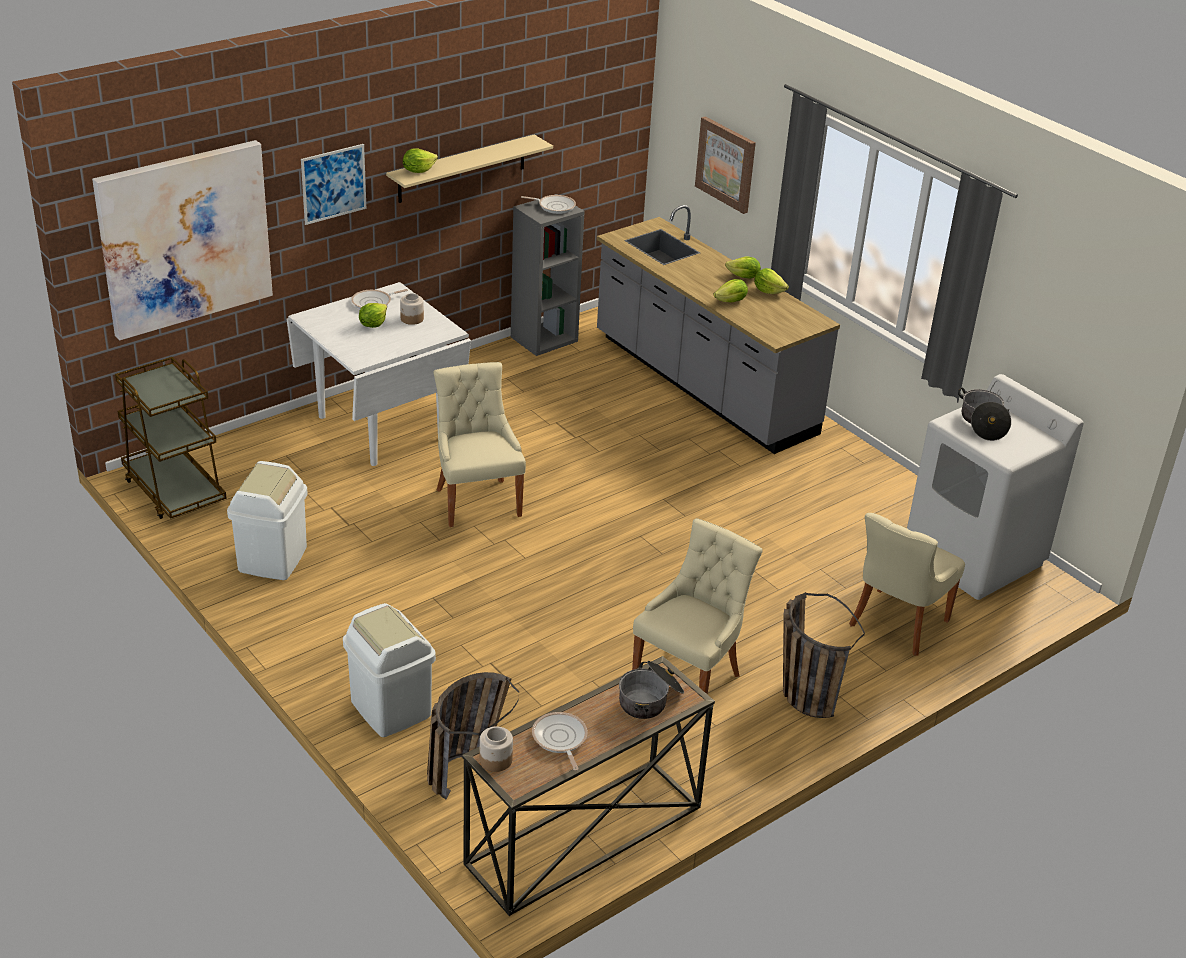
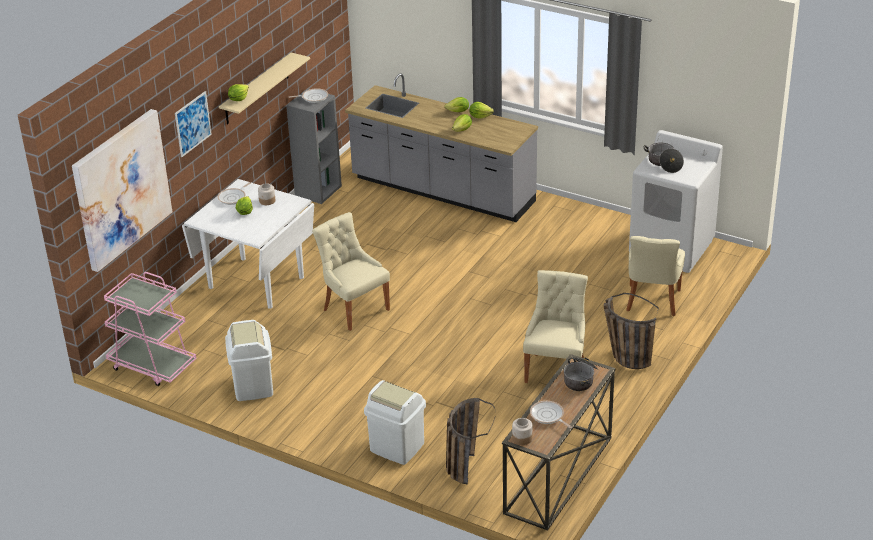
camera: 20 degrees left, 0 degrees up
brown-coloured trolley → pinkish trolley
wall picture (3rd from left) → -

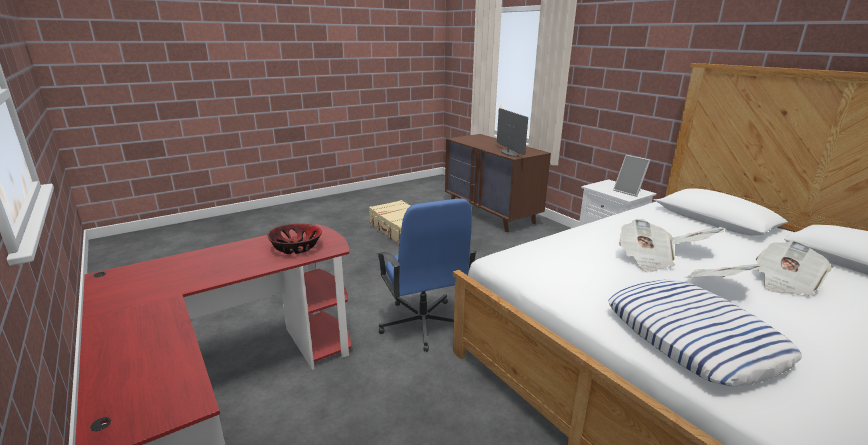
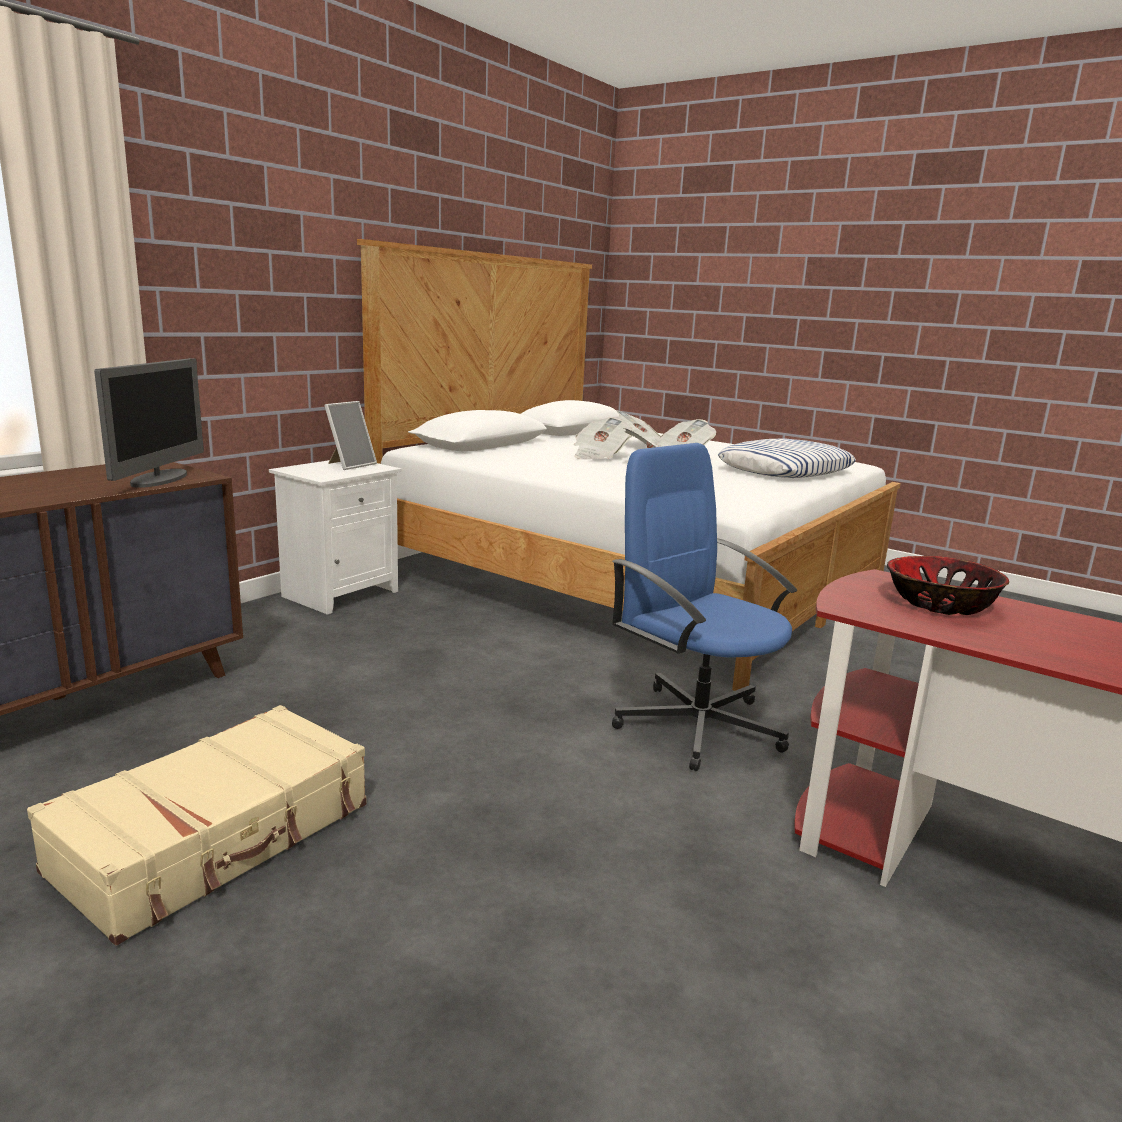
camera: 110 degrees left, 5 degrees down
bluish office chair, 90 degrees counterclockwise
computer screen, 135 degrees clockwise

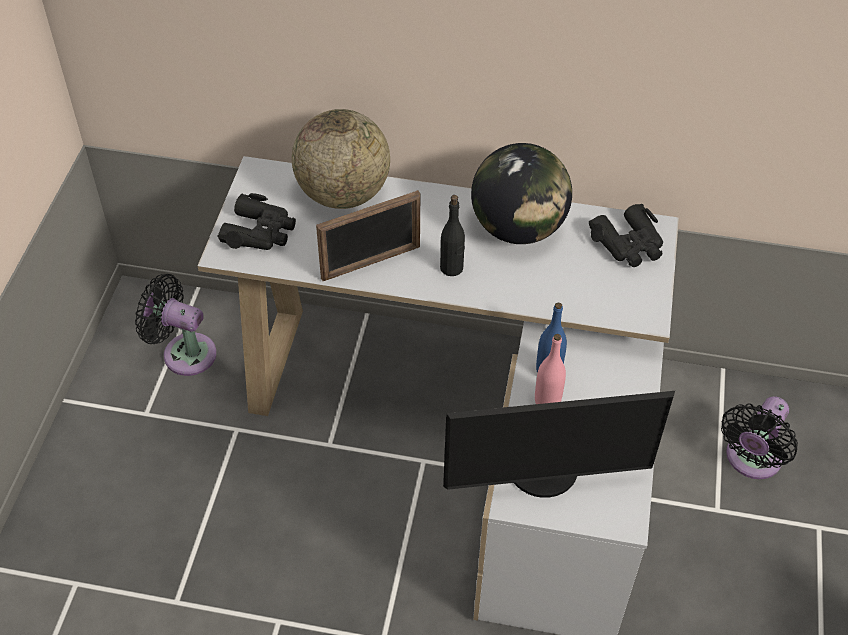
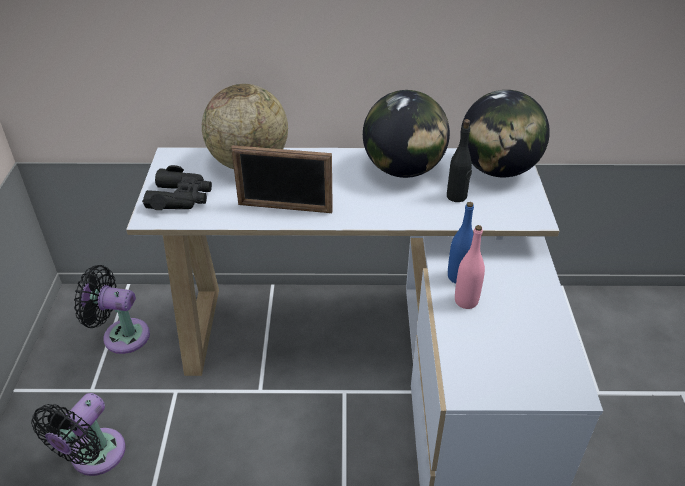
camera: 10 degrees left, 10 degrees down
photo frame, 45 degrees clockwise
black bottle, move
computer screen → -
black binoculars (2nd from left) → globe (3rd from left)
black cooling fan (2nd from left in the first image) → black cooling fan (1st from left), move

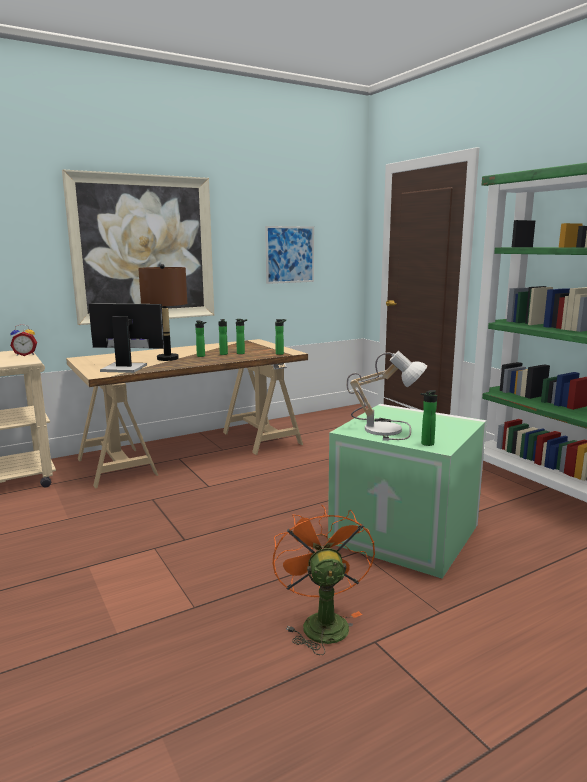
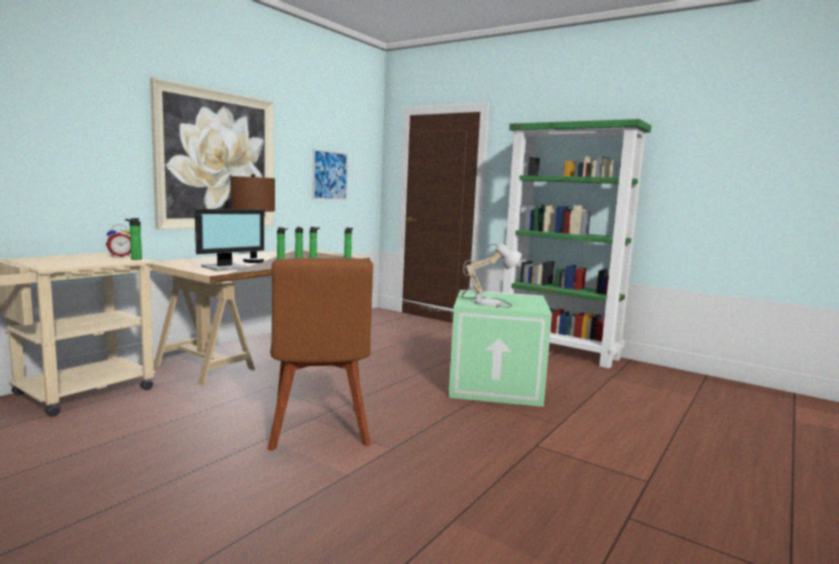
camera: 25 degrees left, 5 degrees down
computer screen, 150 degrees clockwise
orange-coloured cooling fan → -
bottle (5th from left in the first image) → bottle (1st from left), move
- → brown-coloured plain chair

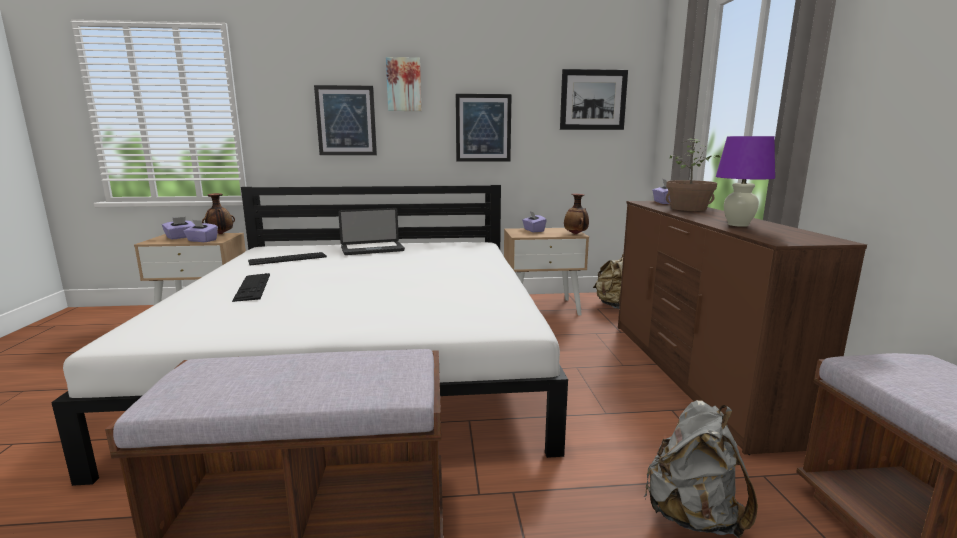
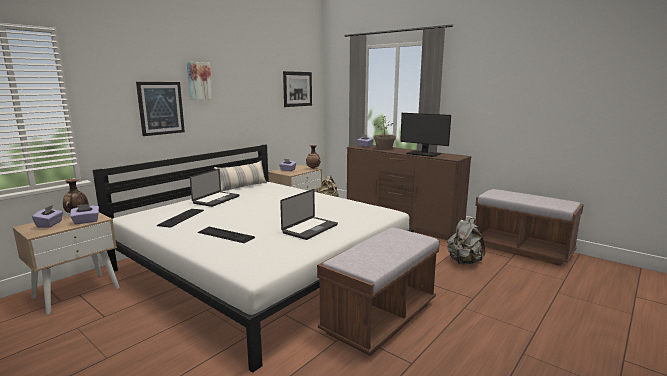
camera: 45 degrees left, 0 degrees up
wall picture (3rd from left) → -
purple table lamp → computer screen
- → throw pillow
- → notebook computer (2nd from left)

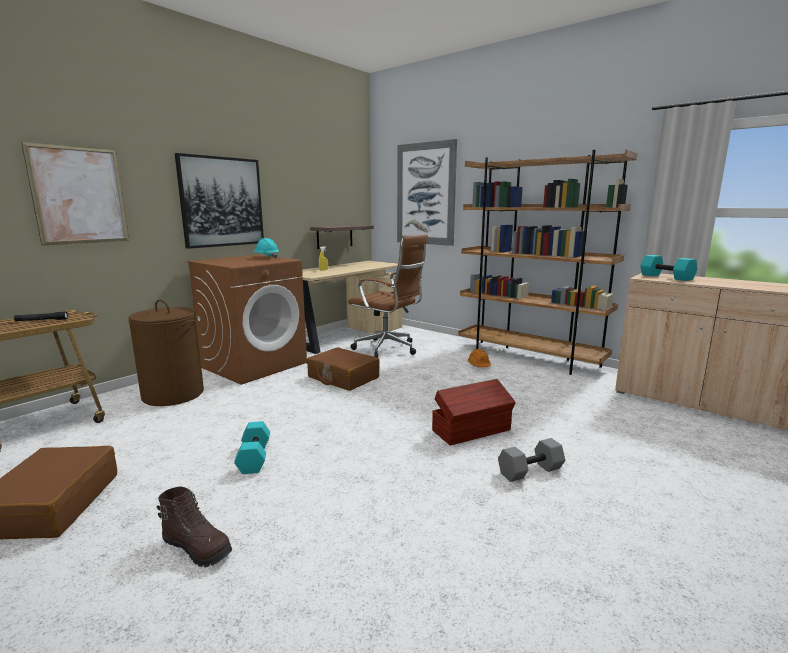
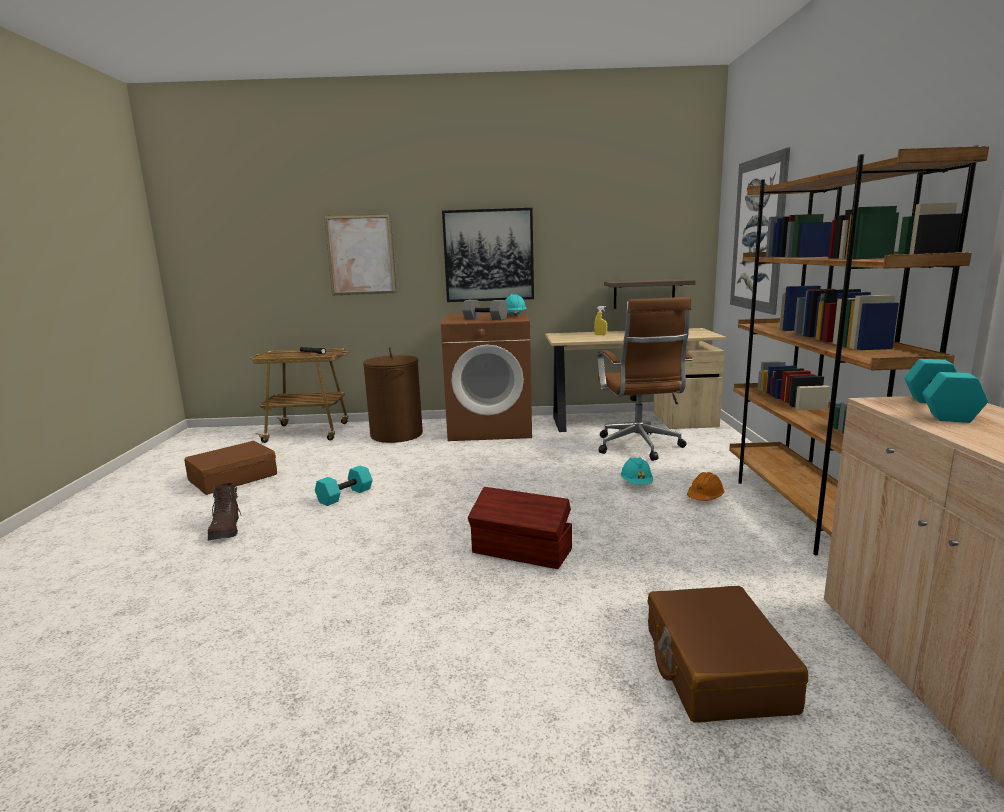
camera: 50 degrees right, 0 degrees up
brown-coloured suitcase (2nd from left), move
gray hand weight, move
- → blue-green work helmet (2nd from left)

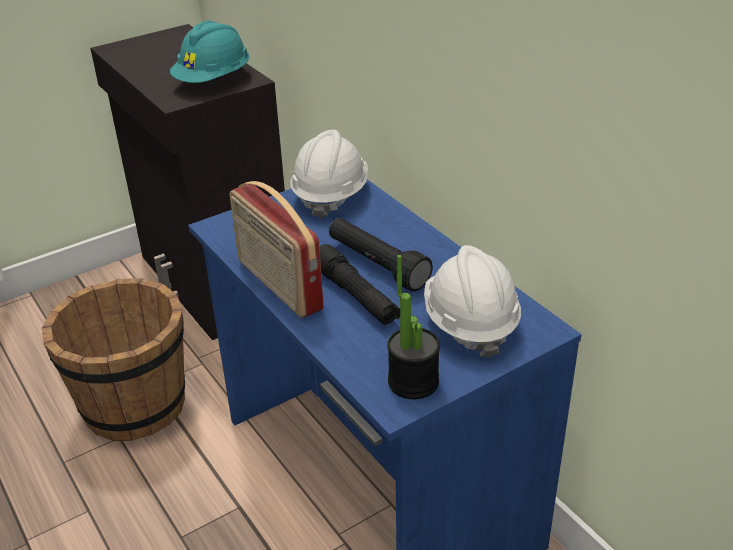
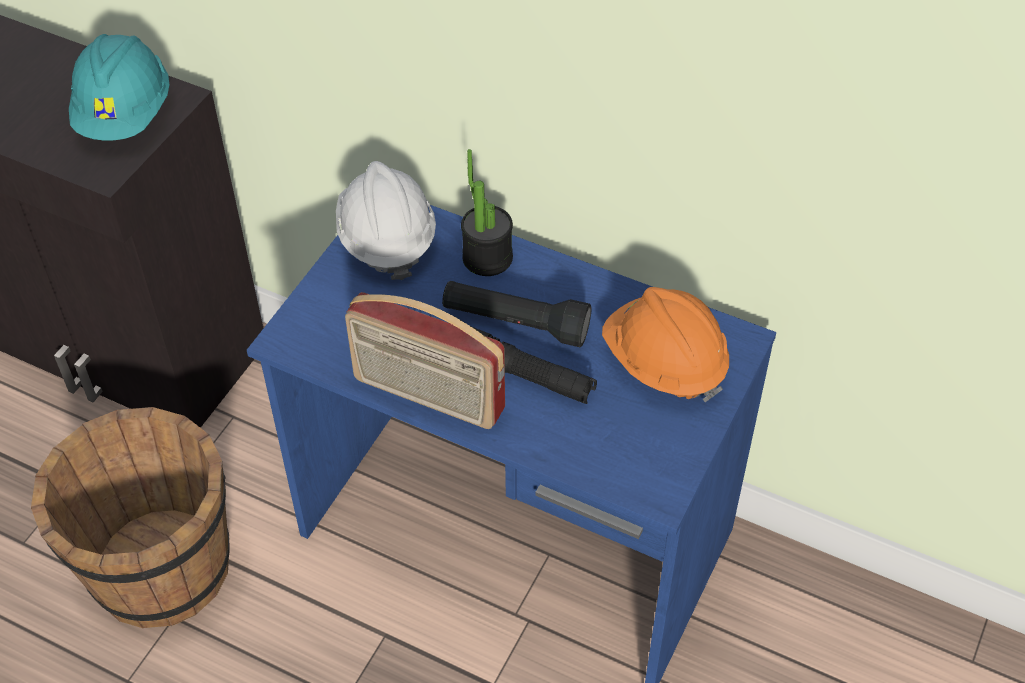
camera: 30 degrees left, 15 degrees up
plant in a pot, move
whitish work helmet (2nd from left) → orange-coloured work helmet

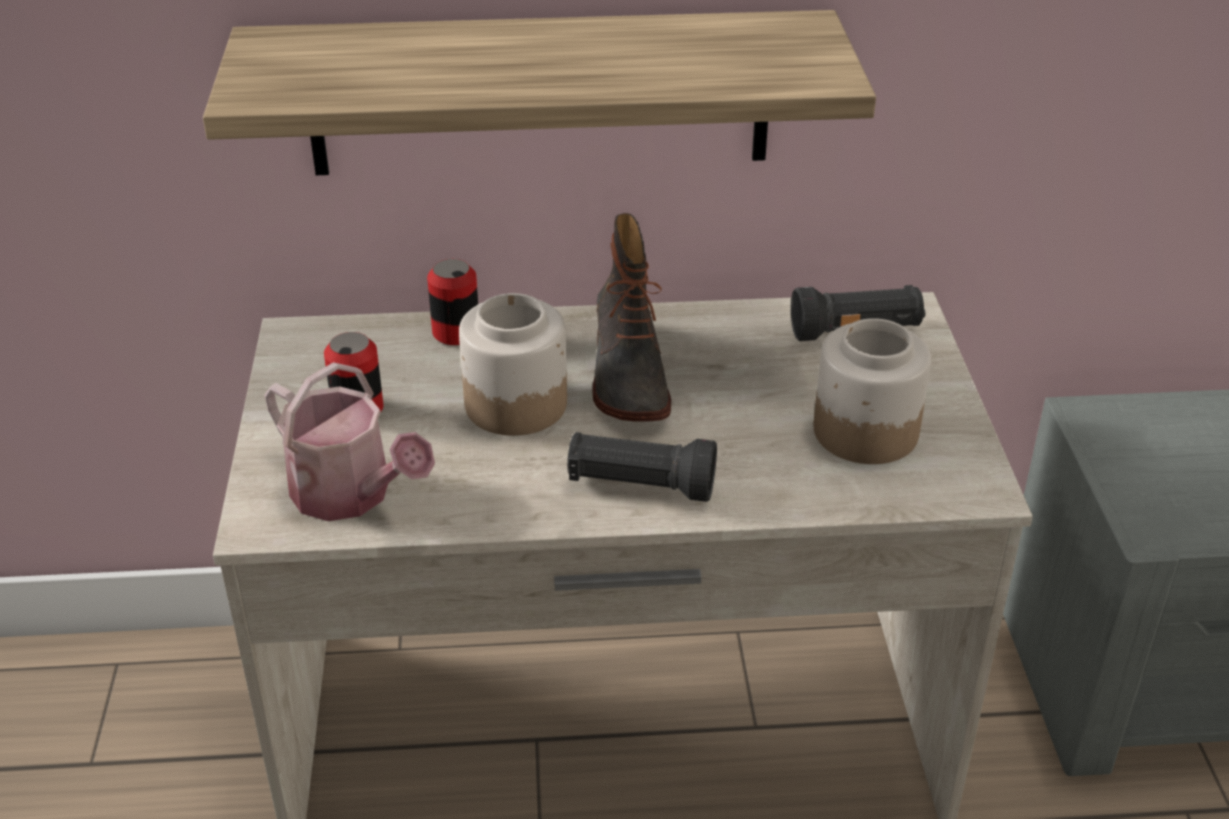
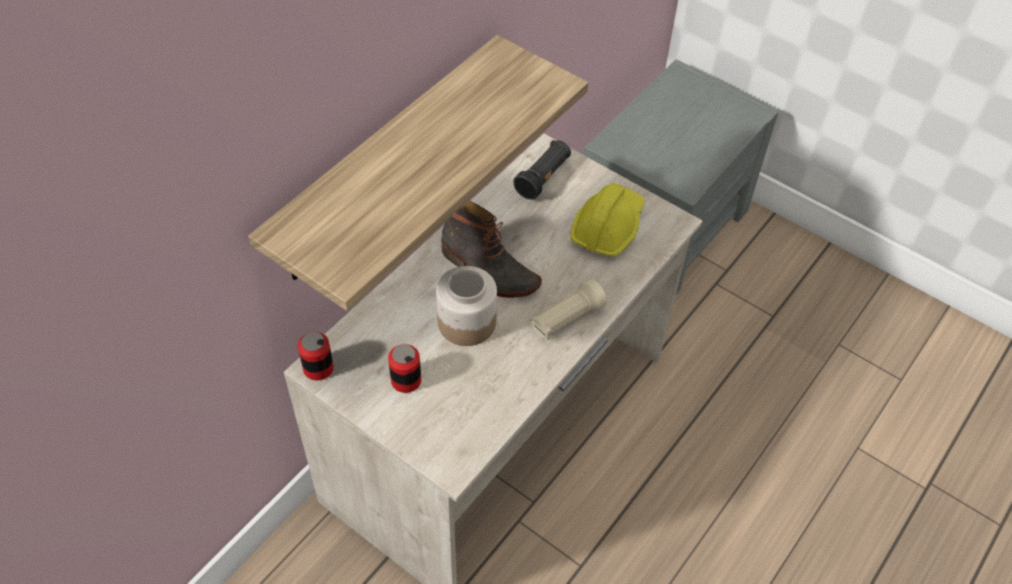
camera: 50 degrees left, 15 degrees up
watering pot → -
can (2nd from left in the first image) → can (1st from left), move
black hand torch (1st from left) → beige-coloured hand torch
storage jar (2nd from left) → yellow-coloured work helmet

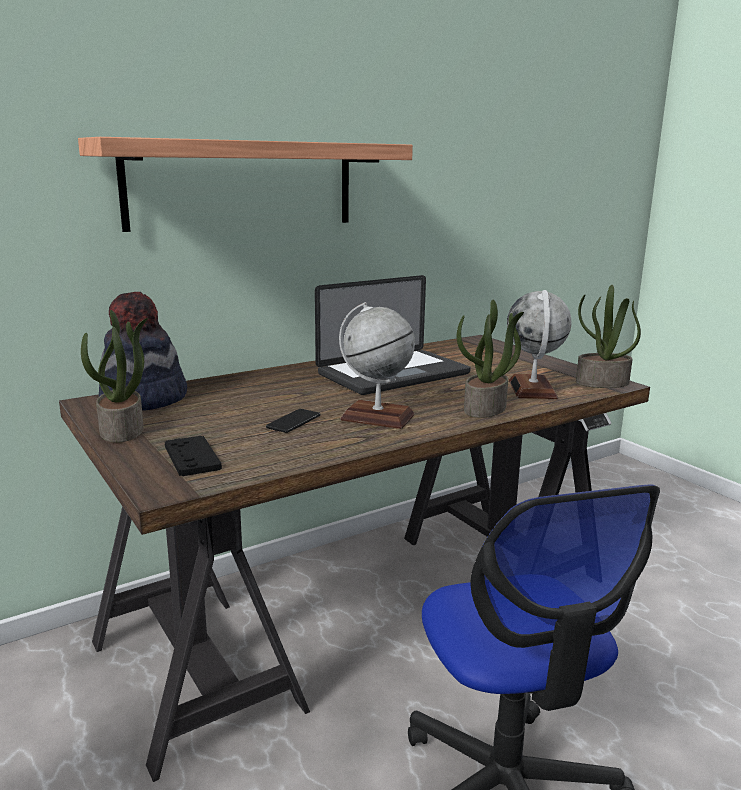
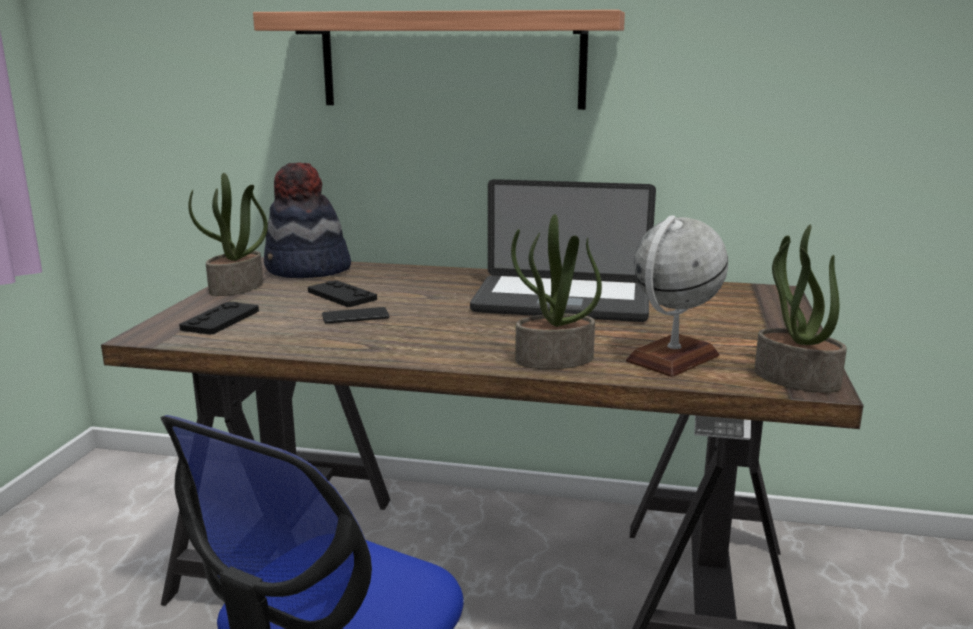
camera: 45 degrees right, 0 degrees up
globe (1st from left) → -
- → black joypad (2nd from left)

